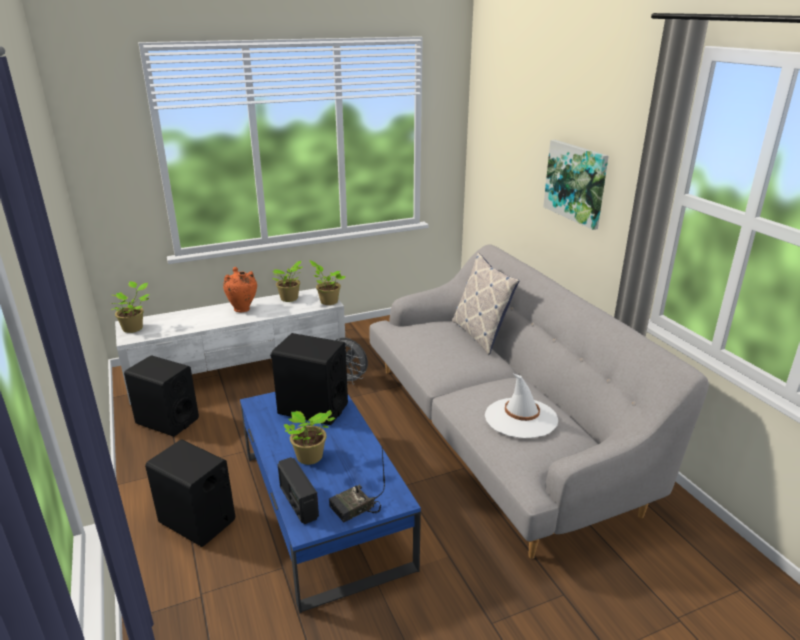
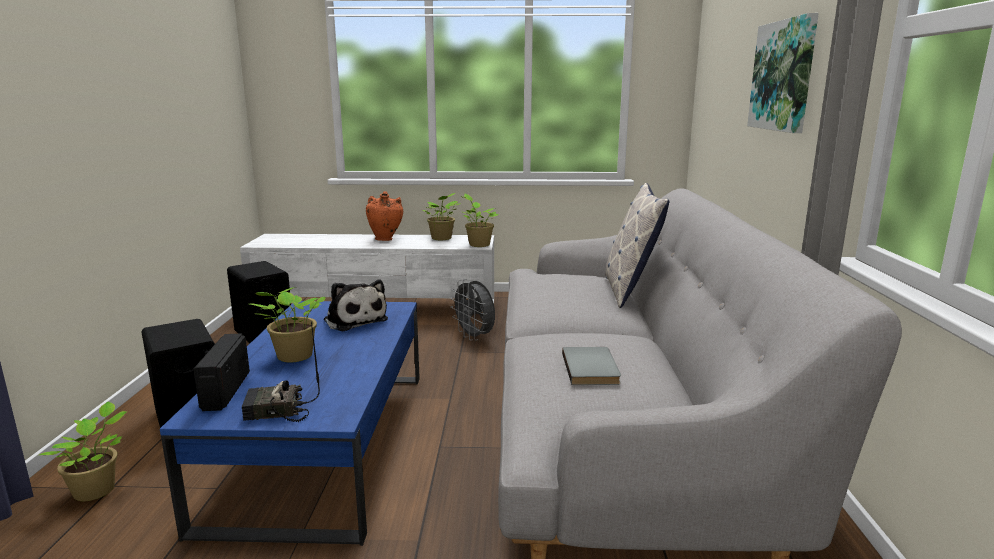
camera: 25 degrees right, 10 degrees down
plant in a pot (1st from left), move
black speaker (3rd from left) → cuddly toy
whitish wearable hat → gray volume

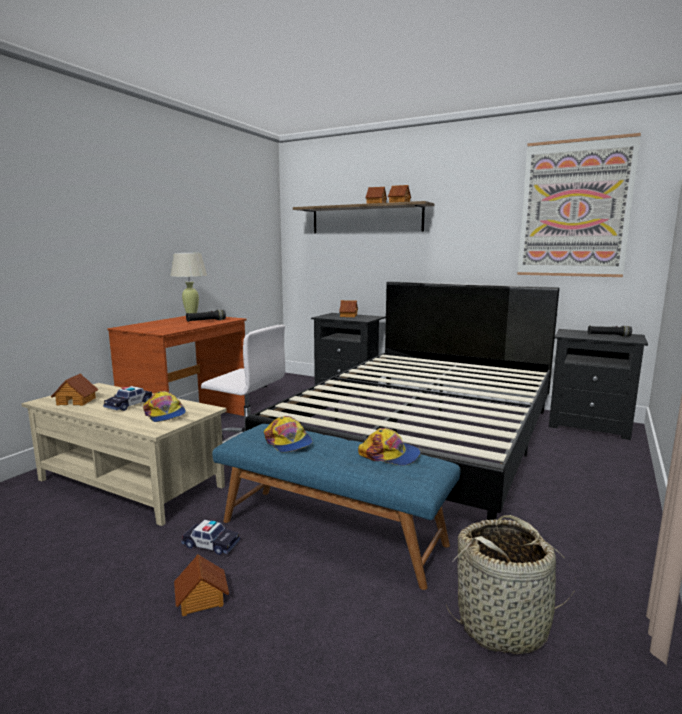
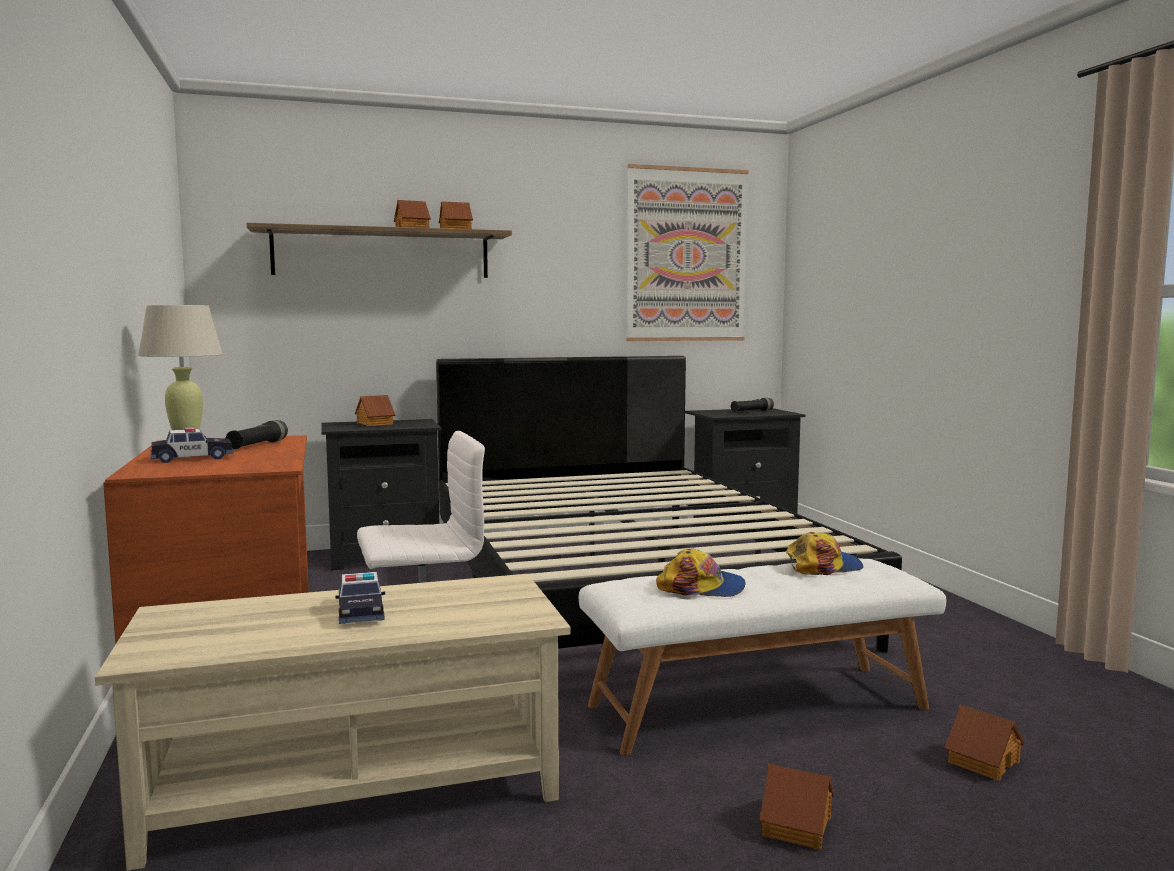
camera: 45 degrees left, 5 degrees down
miniature house (1st from left in the first image) → miniature house (5th from left), move
baseball cap (1st from left) → -
miniature car (2nd from left in the first image) → miniature car (1st from left), move
bluish bench → whitish bench
household basket → -

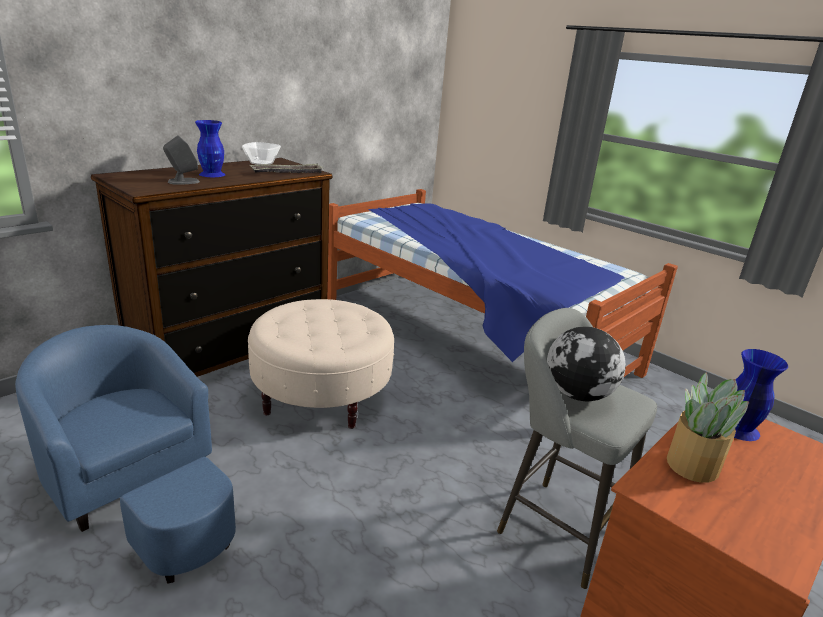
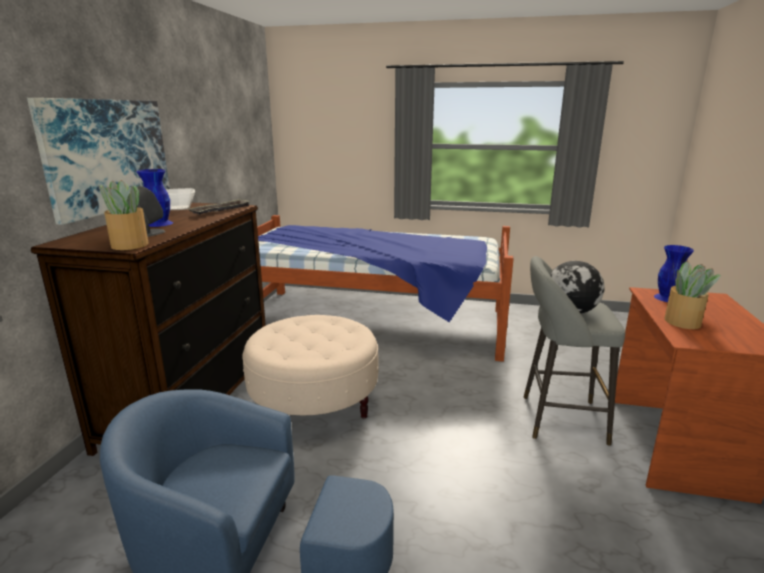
camera: 30 degrees left, 5 degrees down
- → wall picture
- → plant in a pot (1st from left)

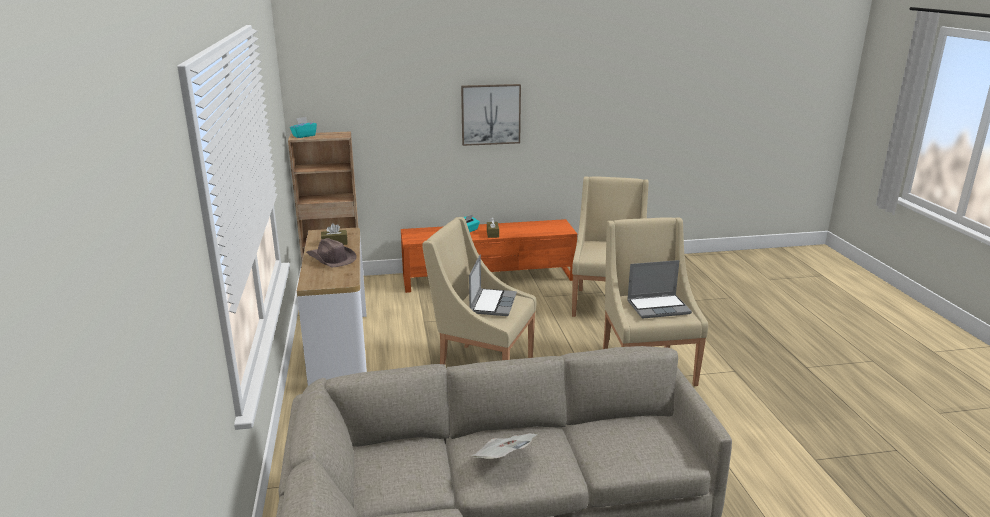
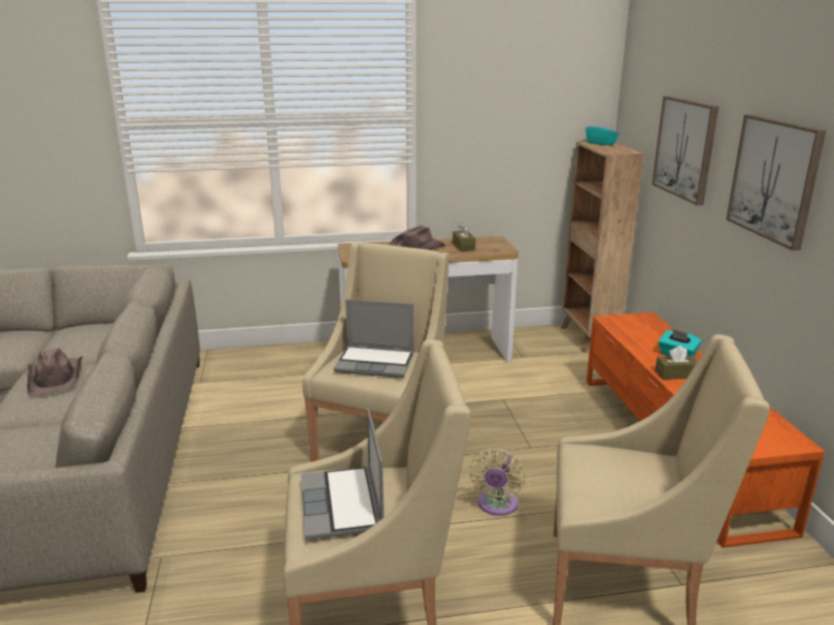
camera: 90 degrees right, 0 degrees up
printed paper → brown-coloured wearable hat (1st from left)
- → beige-coloured cooling fan
- → wall picture (1st from left)

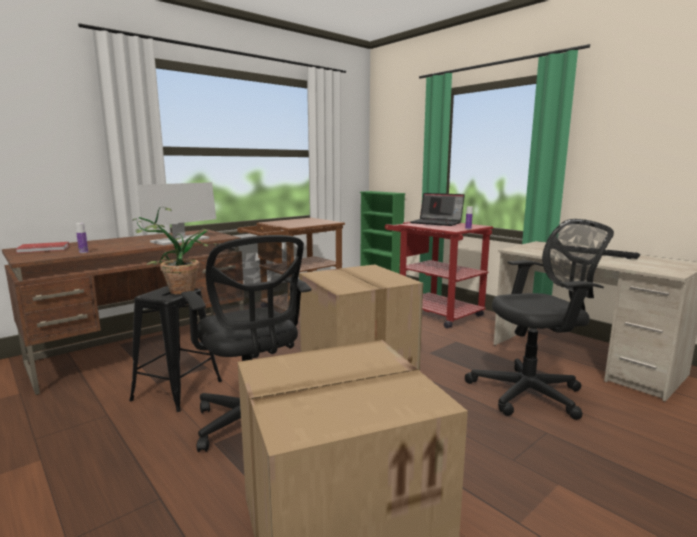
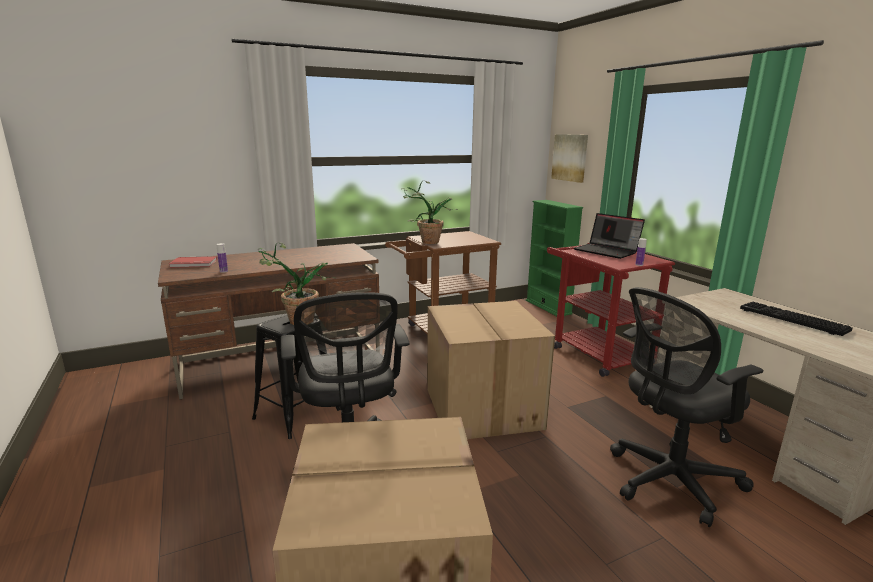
camera: 15 degrees right, 5 degrees up
computer screen → -
black office chair (2nd from left), 150 degrees clockwise
- → plant in a pot (2nd from left)
- → wall picture

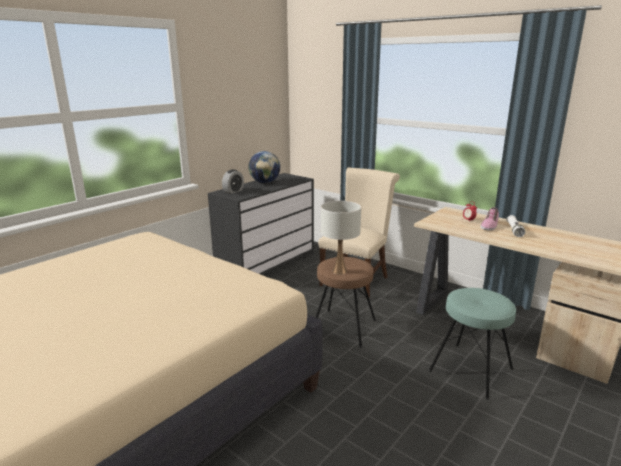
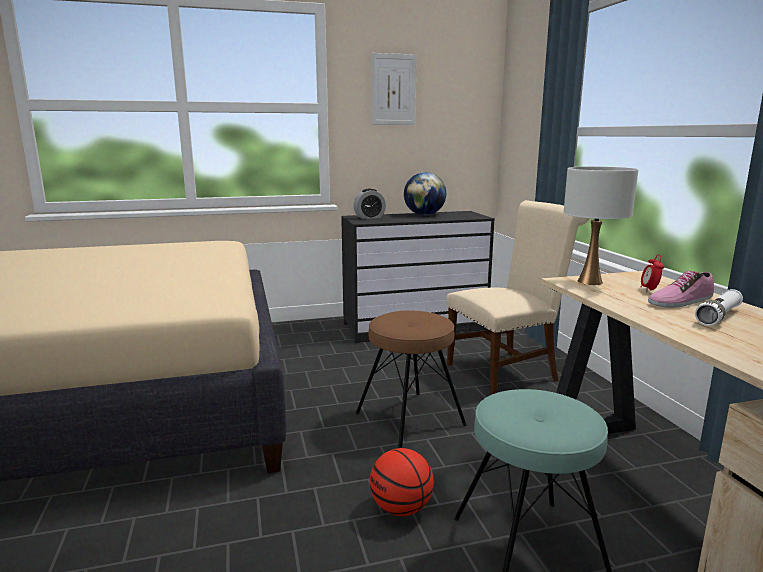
camera: 35 degrees right, 5 degrees down
whitish table lamp, move
- → ball for basketball
- → wall picture

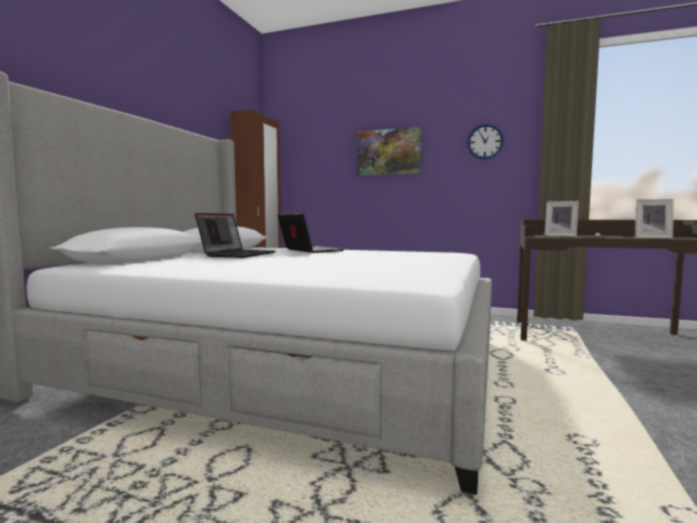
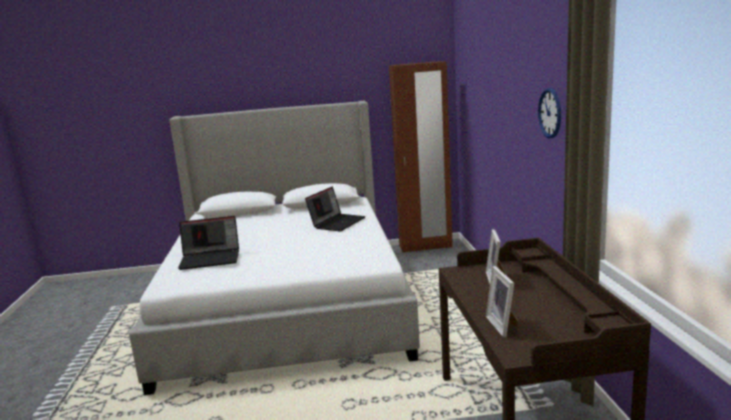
camera: 65 degrees right, 10 degrees up
notebook computer (1st from left), move
wall picture → -

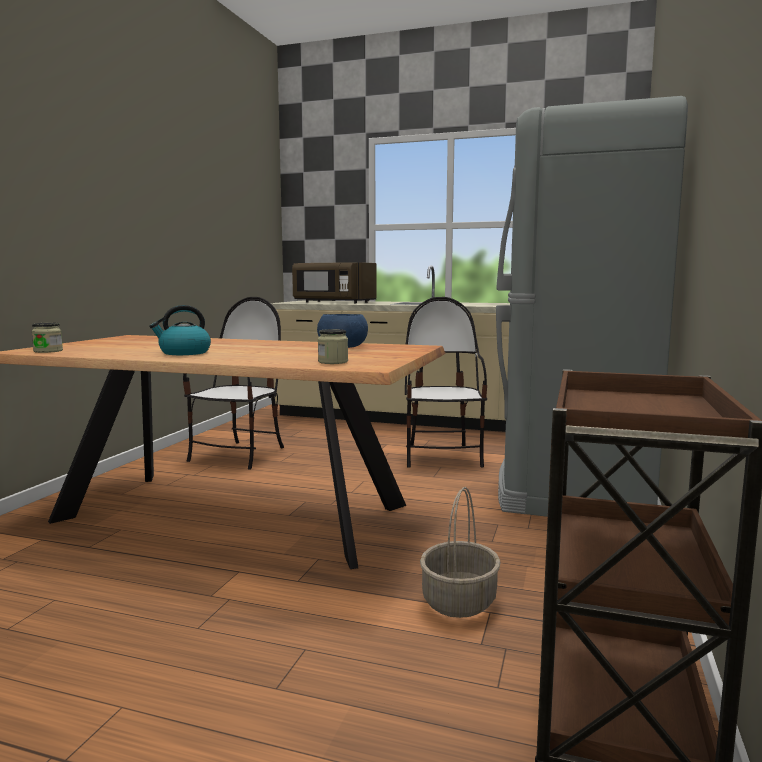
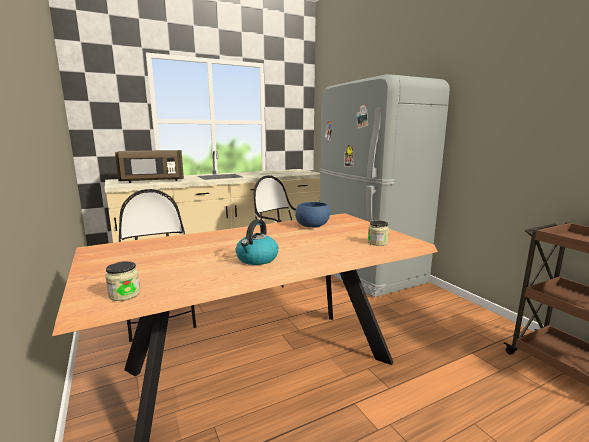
camera: 45 degrees left, 5 degrees up
household basket → -

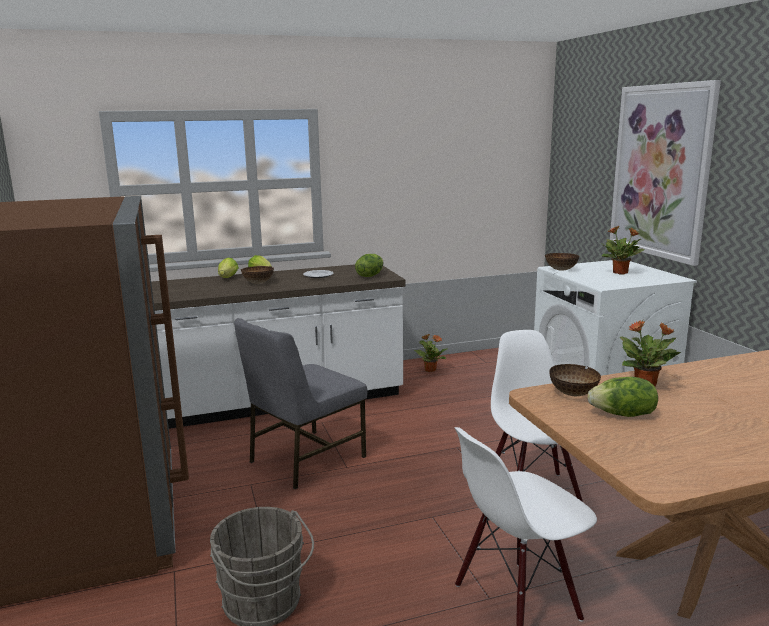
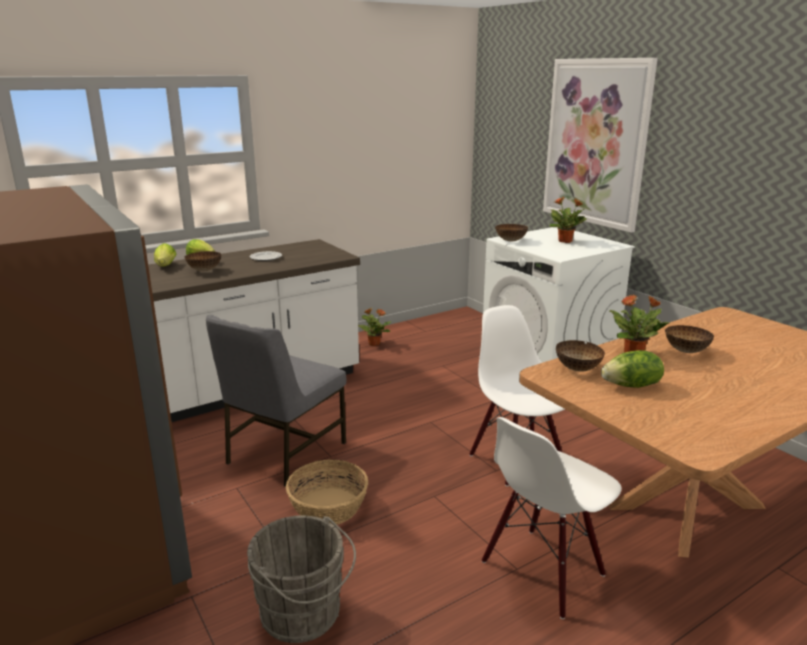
camera: 15 degrees left, 5 degrees up
lettuce (3rd from left) → -
- → household basket
- → deep dish (4th from left)

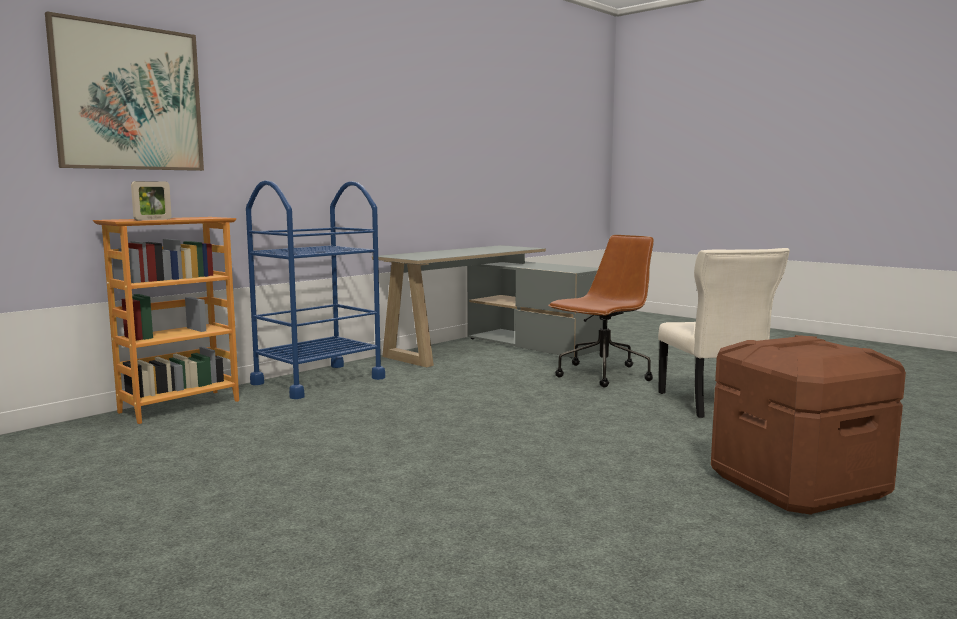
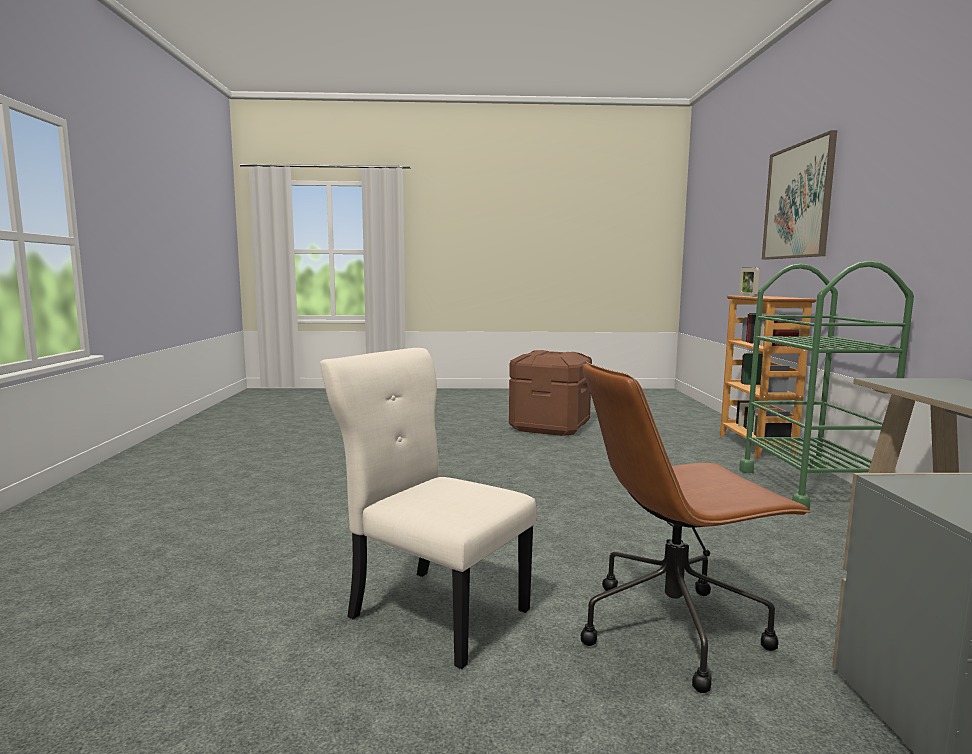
camera: 135 degrees right, 0 degrees up
bluish trolley → greenish trolley
brown-coloured office chair, 75 degrees clockwise
brown-coloured storage bin, move

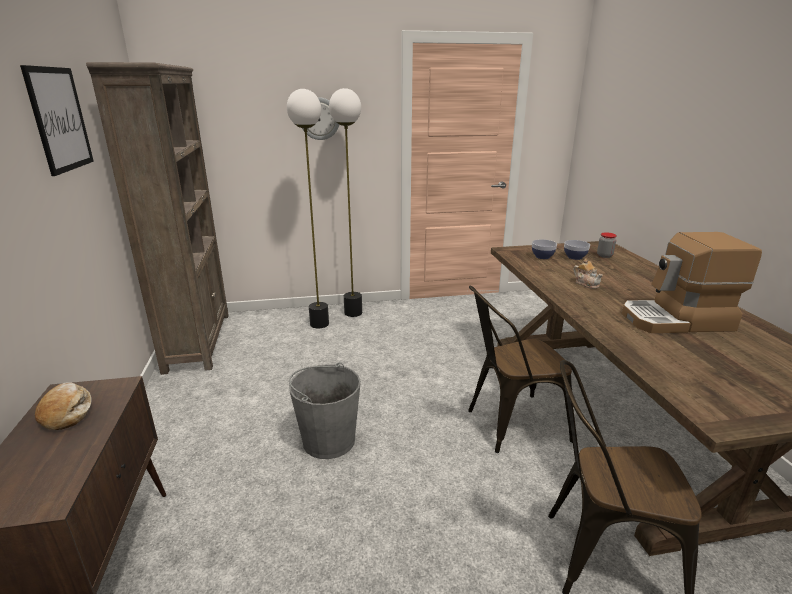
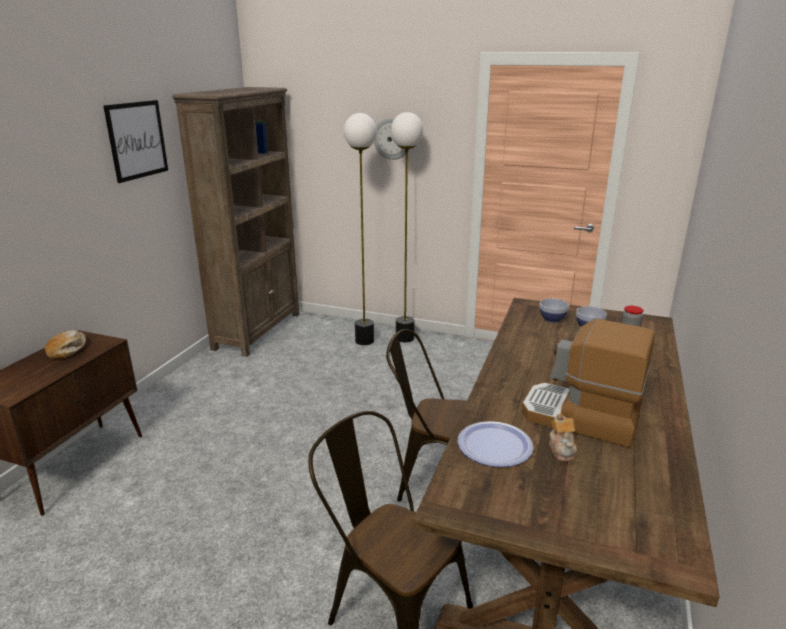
camera: 30 degrees right, 0 degrees up
gray pail → -
teapot, move
- → flat dish

